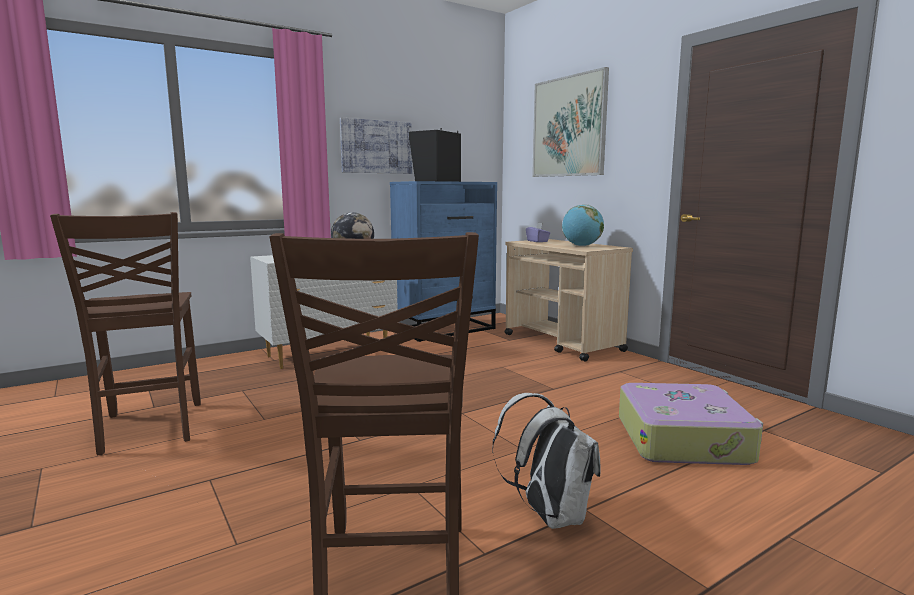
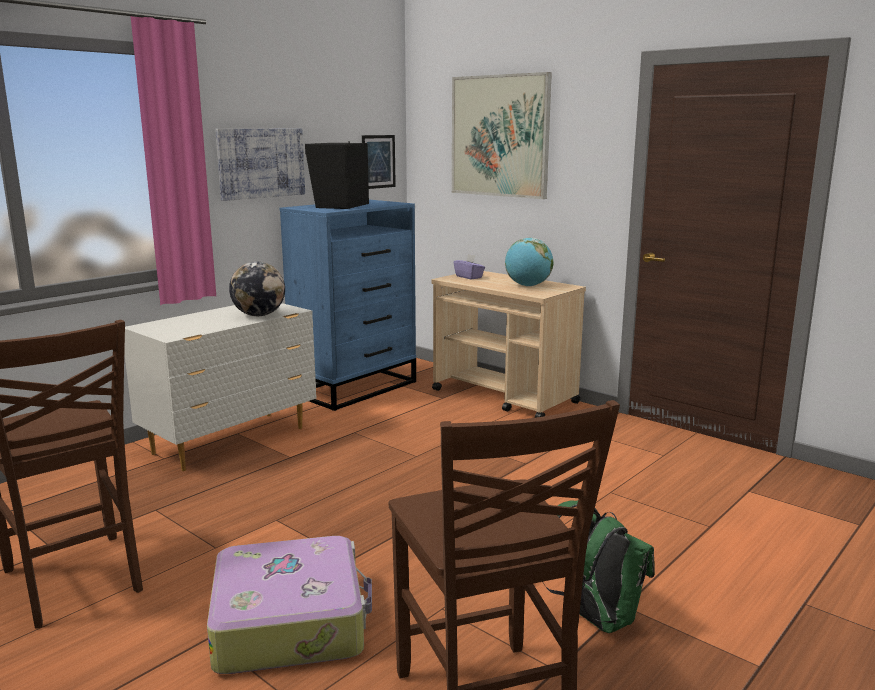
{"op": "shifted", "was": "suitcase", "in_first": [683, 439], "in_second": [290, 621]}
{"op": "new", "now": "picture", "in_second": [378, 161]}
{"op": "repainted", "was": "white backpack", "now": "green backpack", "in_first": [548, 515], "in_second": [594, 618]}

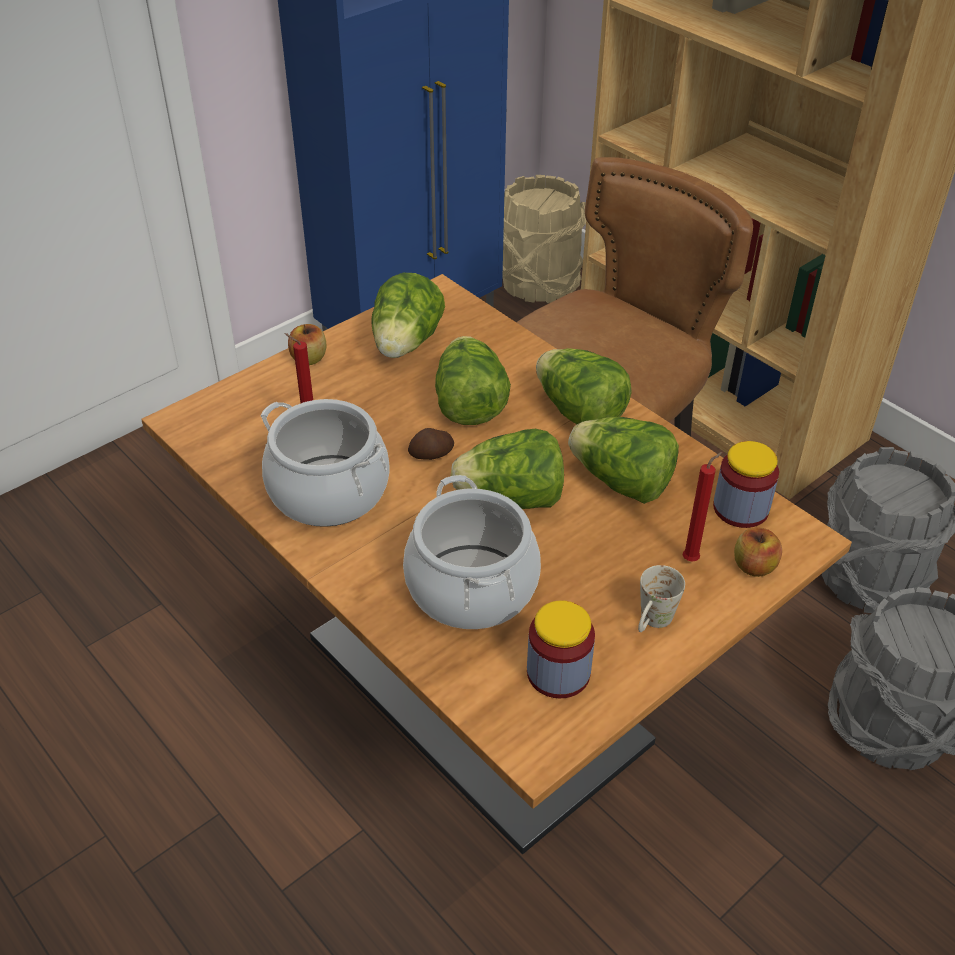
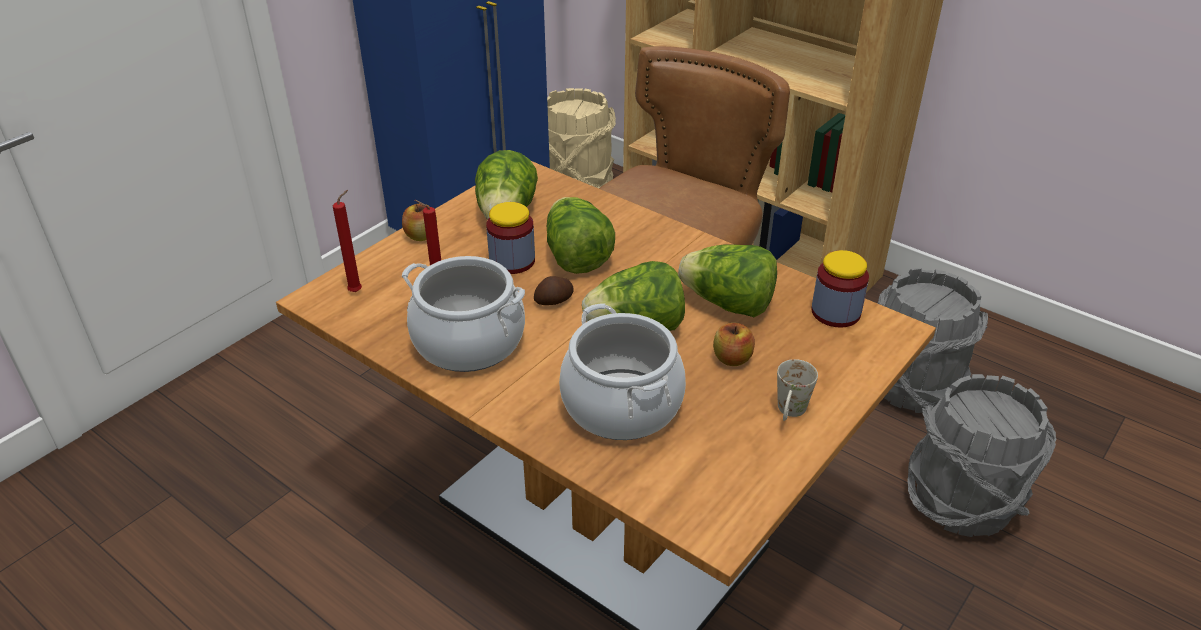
{"op": "shifted", "was": "red candle", "in_first": [692, 559], "in_second": [357, 291]}
{"op": "shifted", "was": "jar", "in_first": [558, 673], "in_second": [512, 261]}
{"op": "shifted", "was": "apple", "in_first": [754, 566], "in_second": [732, 359]}
{"op": "gone", "was": "lettuce", "in_first": [579, 413]}

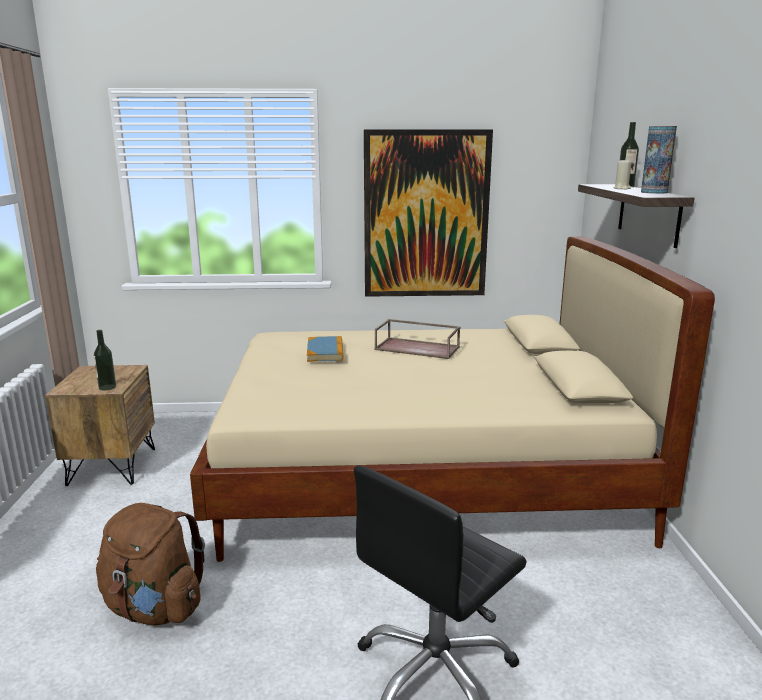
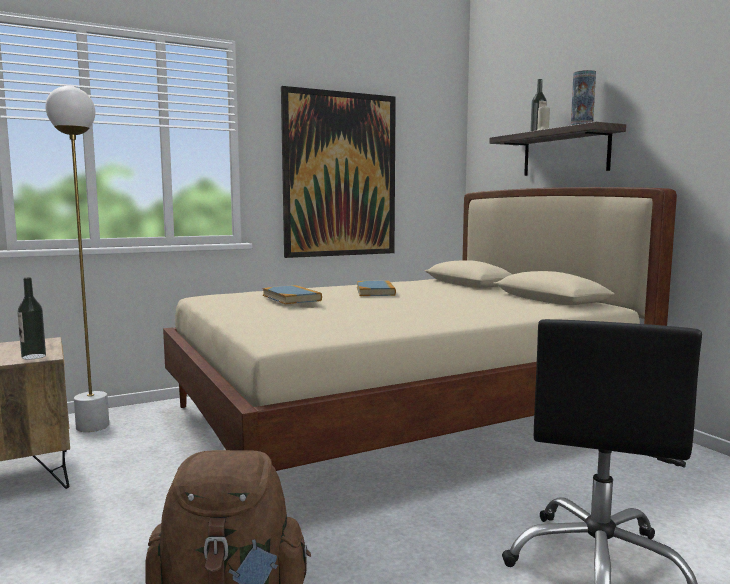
{"op": "new", "now": "white floor lamp", "in_second": [93, 426]}
{"op": "swapped", "was": "brown tray", "now": "book", "in_first": [418, 348], "in_second": [375, 291]}

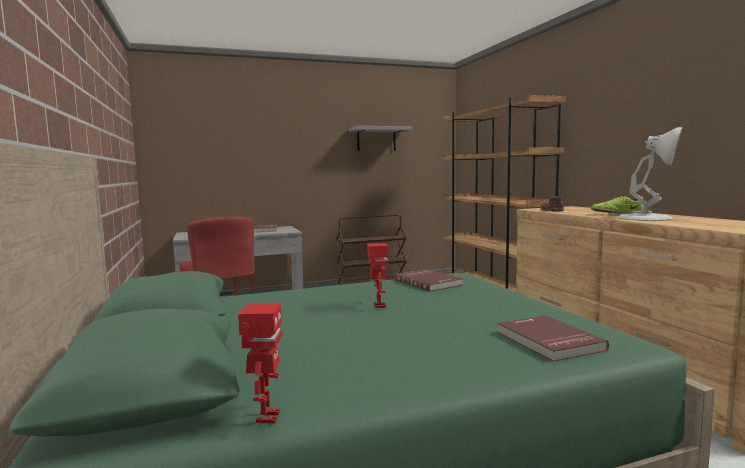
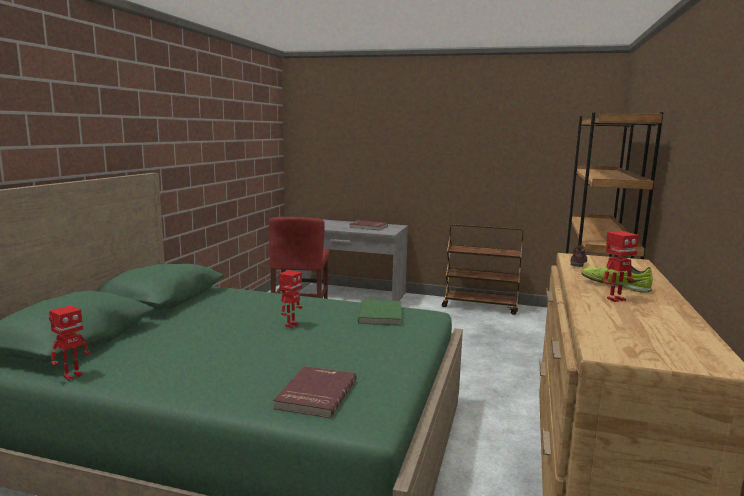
{"op": "repainted", "was": "red book", "now": "green book", "in_first": [429, 282], "in_second": [381, 315]}
{"op": "swapped", "was": "white table lamp", "now": "toy robot", "in_first": [646, 218], "in_second": [615, 299]}
{"op": "gone", "was": "grey shelf", "in_first": [376, 139]}

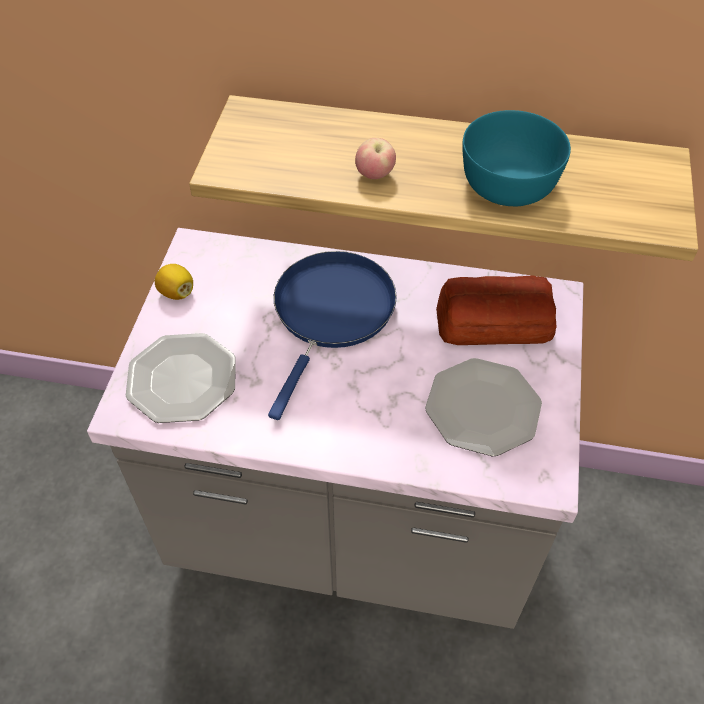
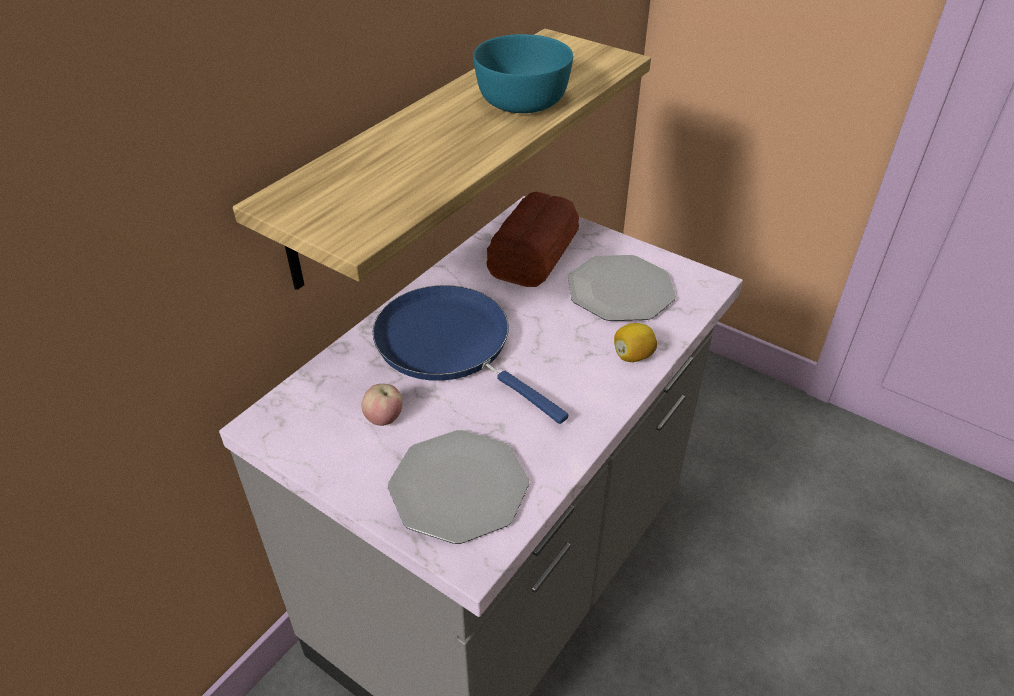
{"op": "shifted", "was": "apple", "in_first": [374, 175], "in_second": [384, 419]}
{"op": "shifted", "was": "lemon", "in_first": [176, 292], "in_second": [633, 356]}

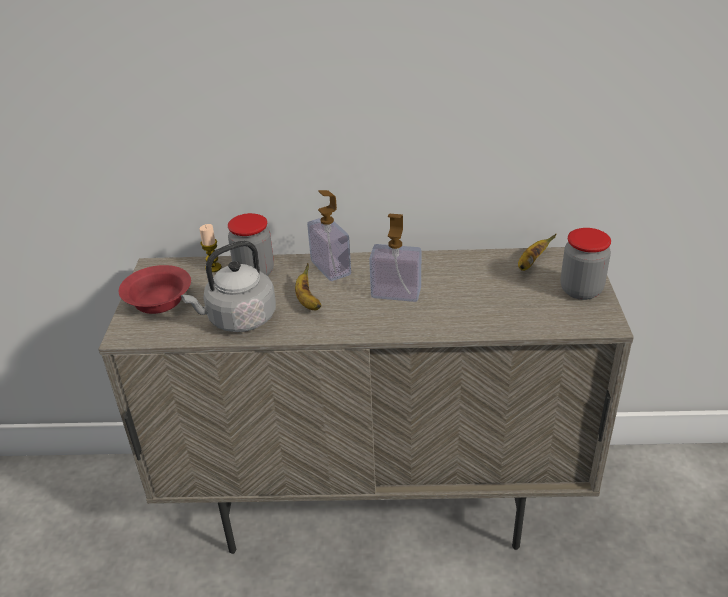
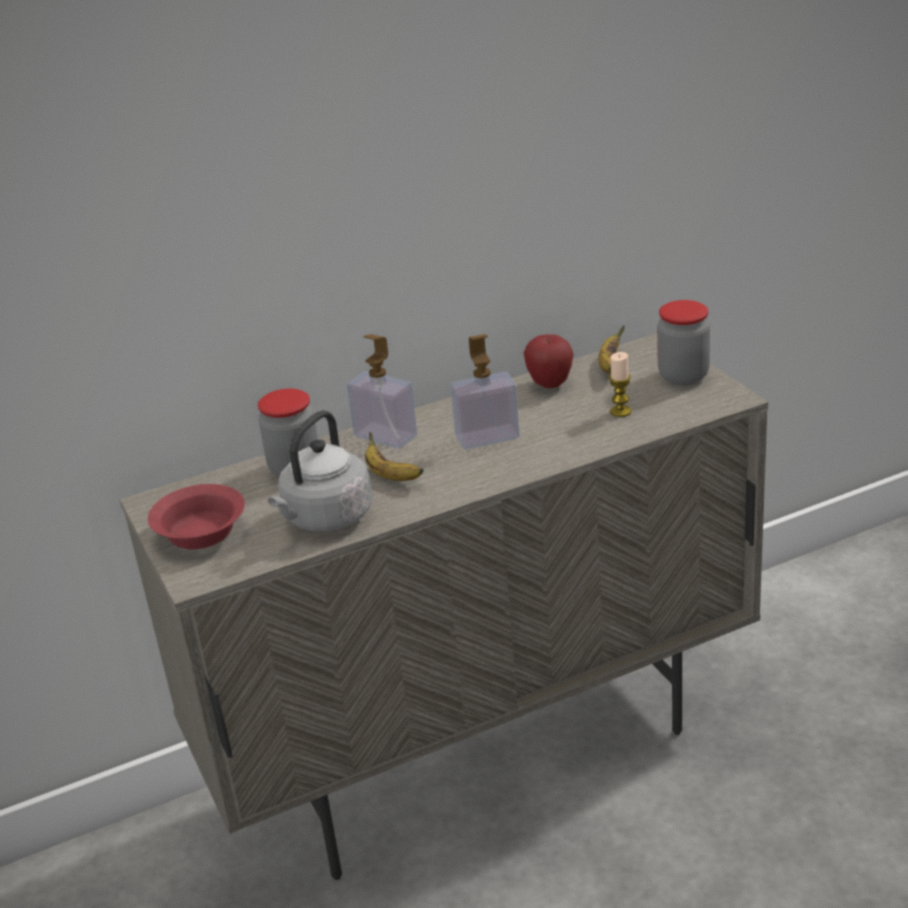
{"op": "new", "now": "apple", "in_second": [550, 384]}
{"op": "shifted", "was": "candle", "in_first": [213, 267], "in_second": [620, 411]}

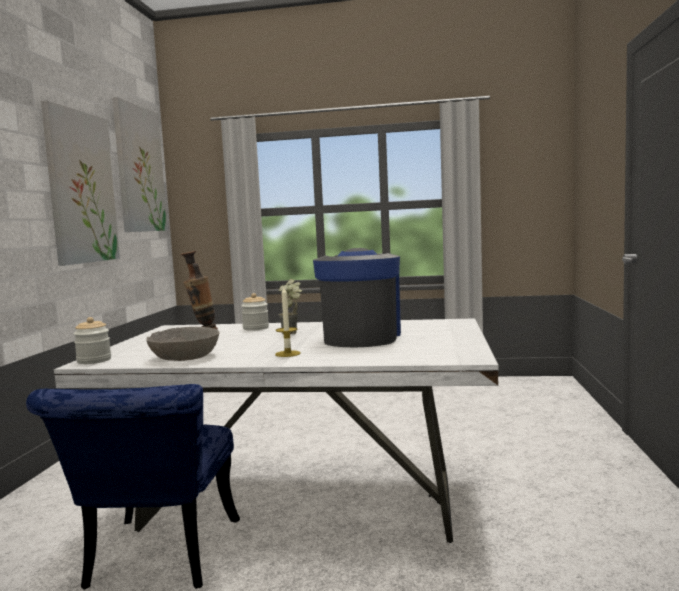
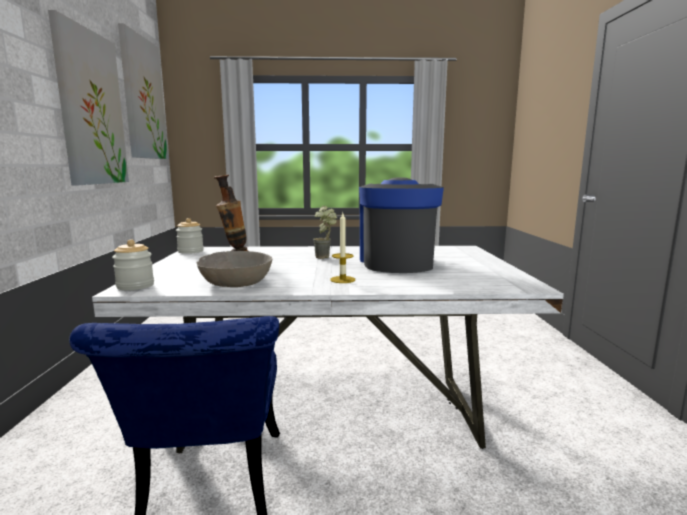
{"op": "shifted", "was": "jar", "in_first": [256, 328], "in_second": [190, 251]}

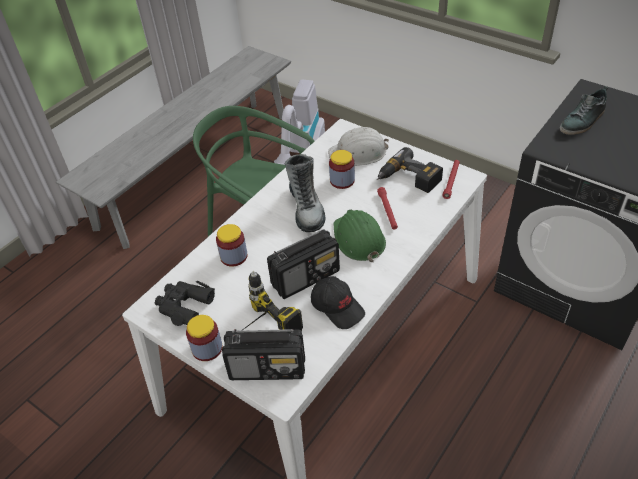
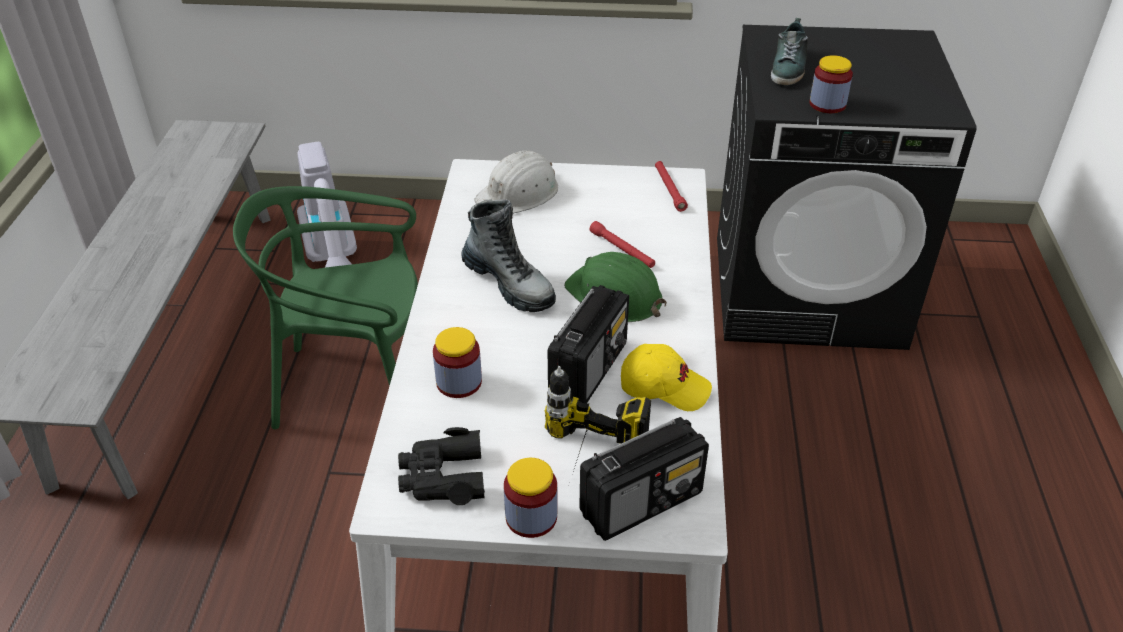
{"op": "repainted", "was": "black cap", "now": "yellow cap", "in_first": [338, 307], "in_second": [664, 387]}
{"op": "shifted", "was": "jar", "in_first": [342, 180], "in_second": [827, 104]}
{"op": "gone", "was": "power drill", "in_first": [408, 180]}

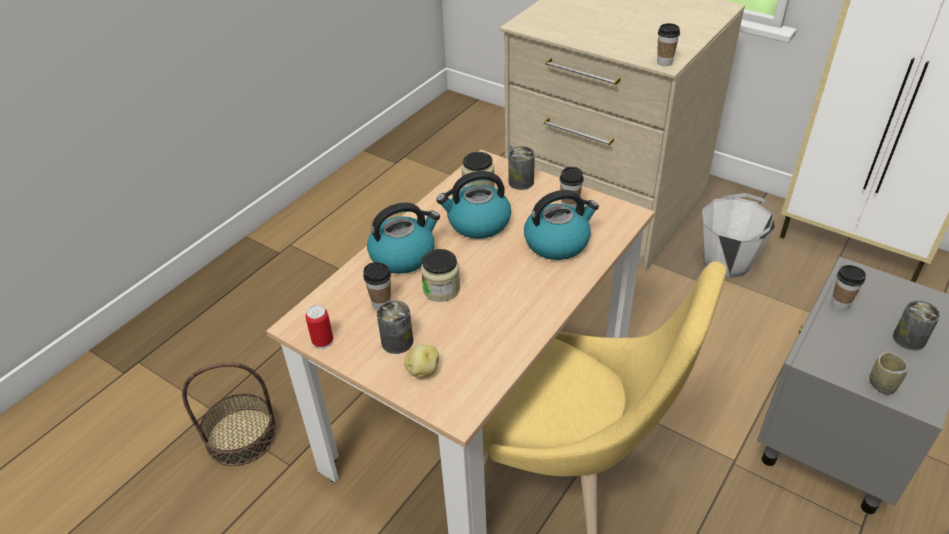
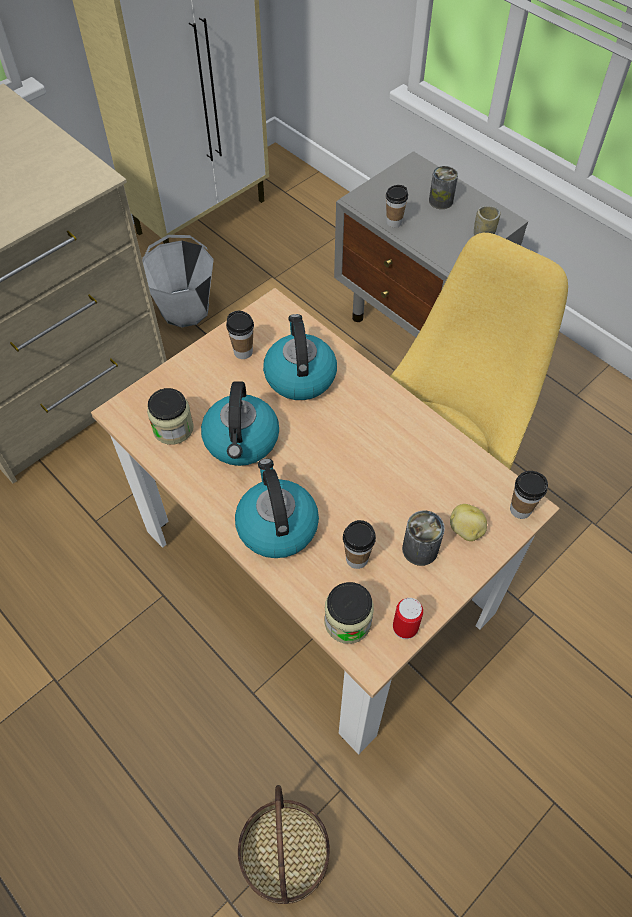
{"op": "shifted", "was": "jar", "in_first": [441, 289], "in_second": [347, 621]}
{"op": "shifted", "was": "cup", "in_first": [664, 62], "in_second": [520, 509]}
{"op": "gone", "was": "can", "in_first": [521, 182]}

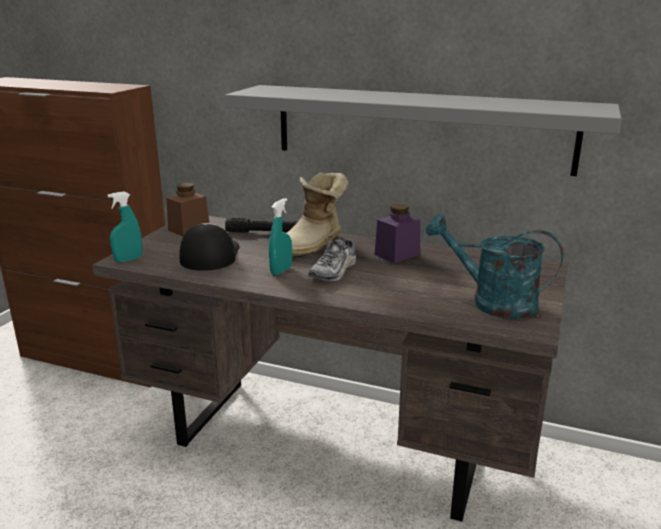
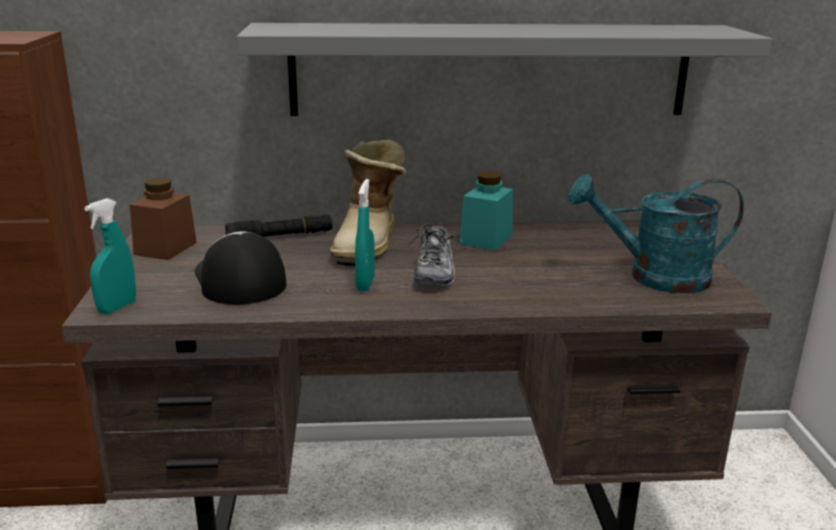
{"op": "repainted", "was": "purple jar", "now": "turquoise jar", "in_first": [397, 254], "in_second": [486, 239]}

